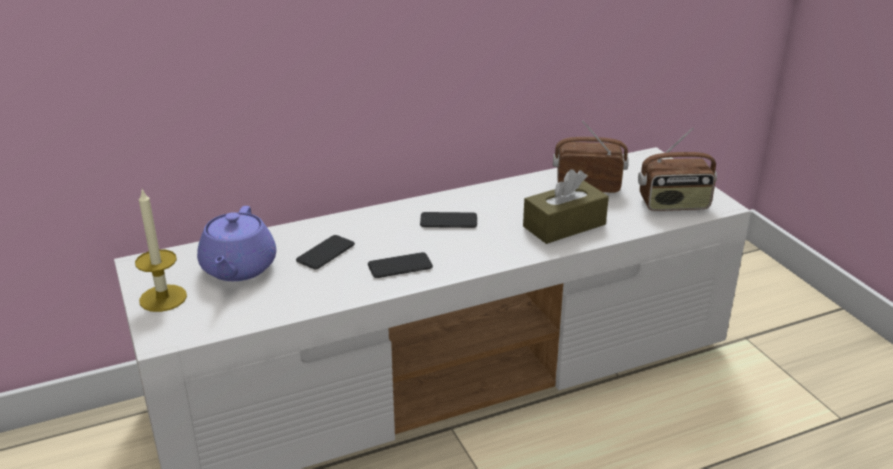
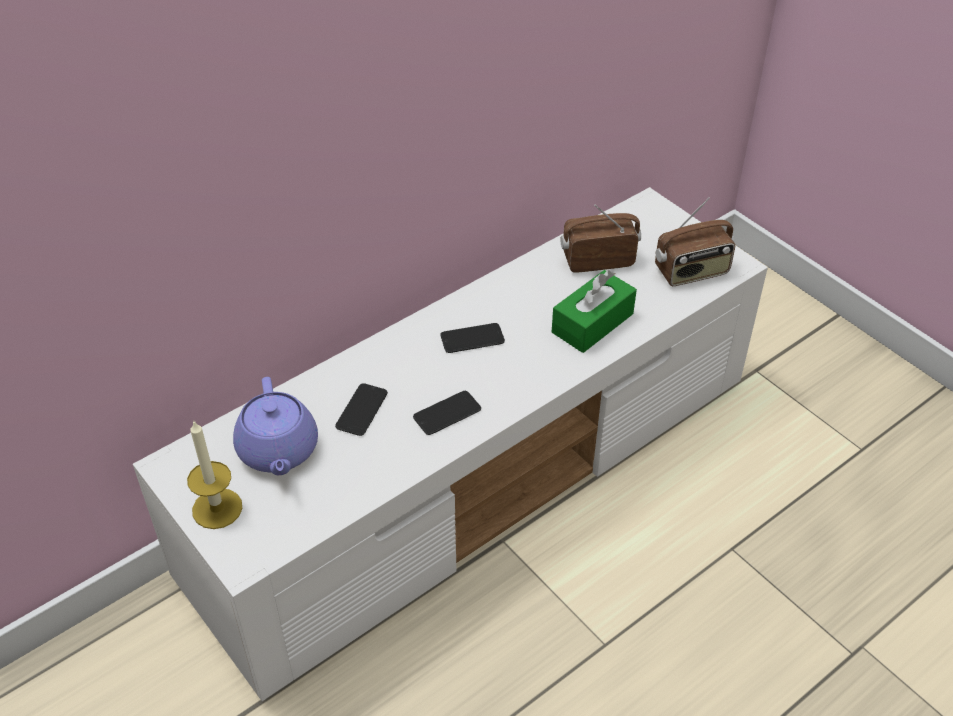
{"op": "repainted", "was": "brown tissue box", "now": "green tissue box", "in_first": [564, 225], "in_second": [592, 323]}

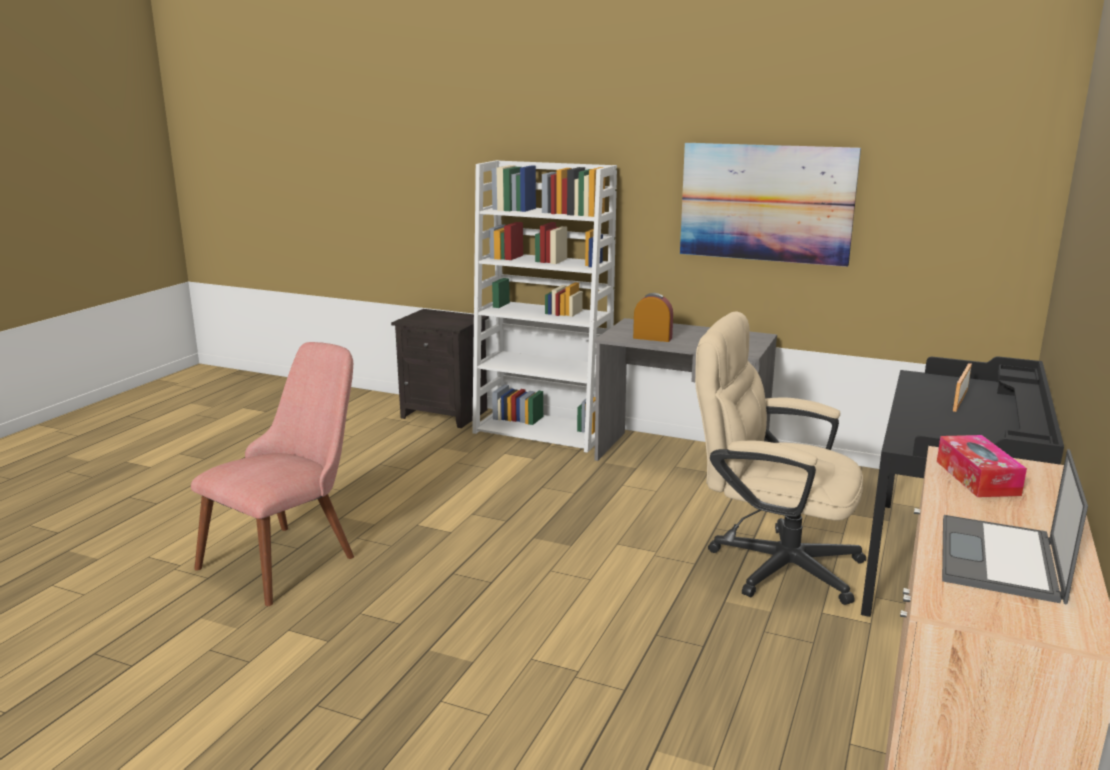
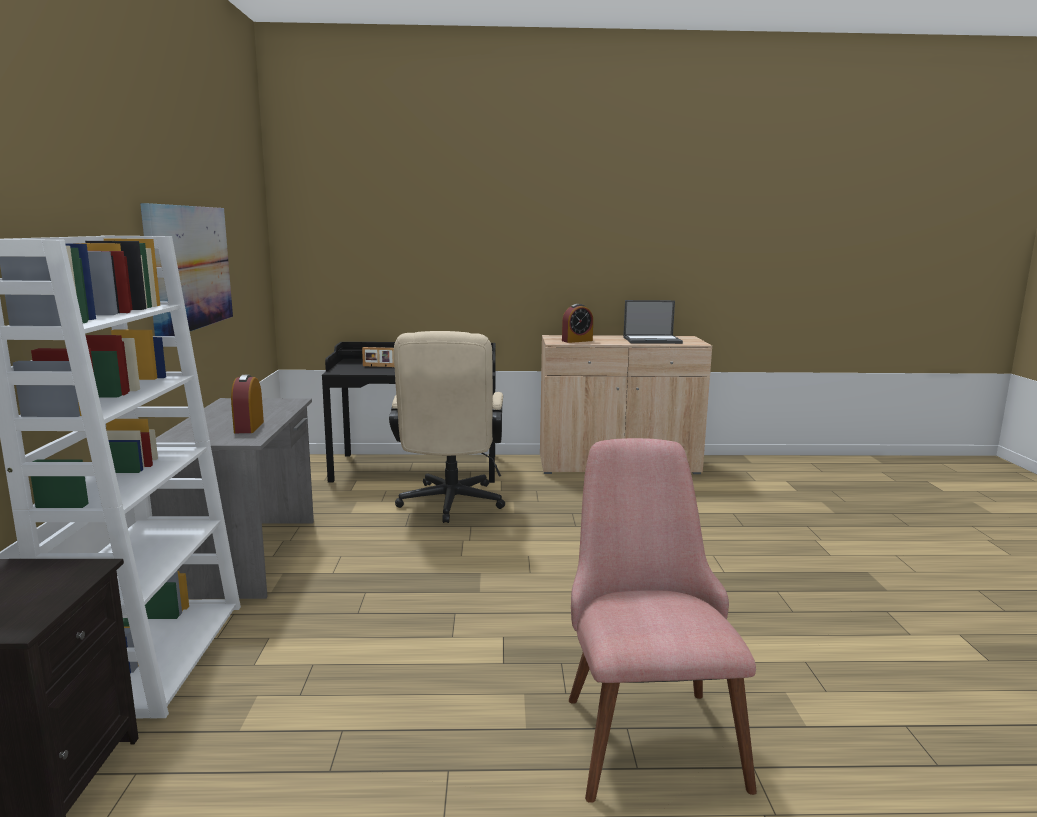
{"op": "swapped", "was": "tissue box", "now": "alarm clock", "in_first": [977, 478], "in_second": [577, 341]}
{"op": "rotated", "was": "pink chair", "in_first": [291, 555], "in_second": [644, 724], "clockwise": 75}

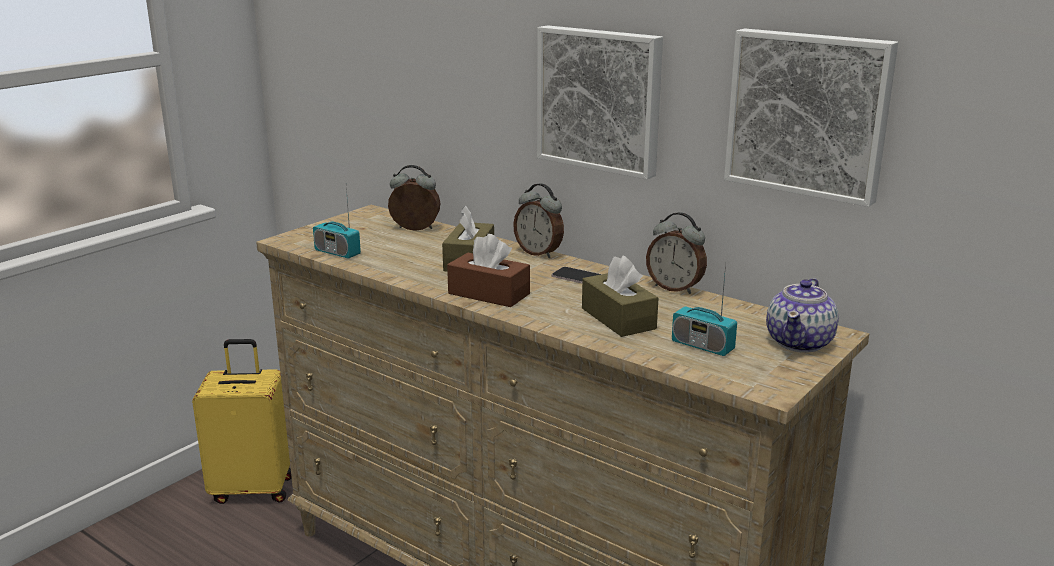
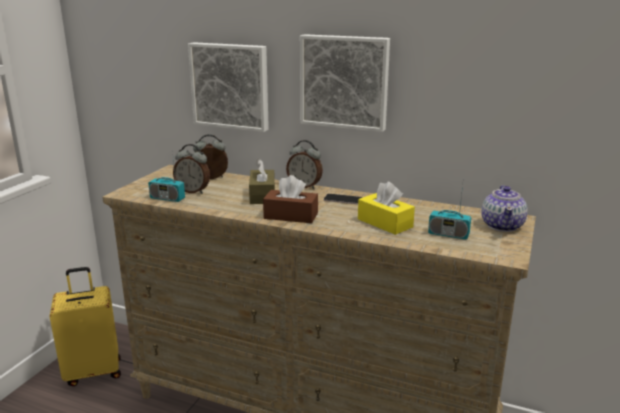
{"op": "shifted", "was": "alarm clock", "in_first": [675, 288], "in_second": [193, 191]}
{"op": "shifted", "was": "picture", "in_first": [809, 114], "in_second": [231, 86]}
{"op": "repainted", "was": "brown tissue box", "now": "yellow tissue box", "in_first": [618, 318], "in_second": [385, 223]}

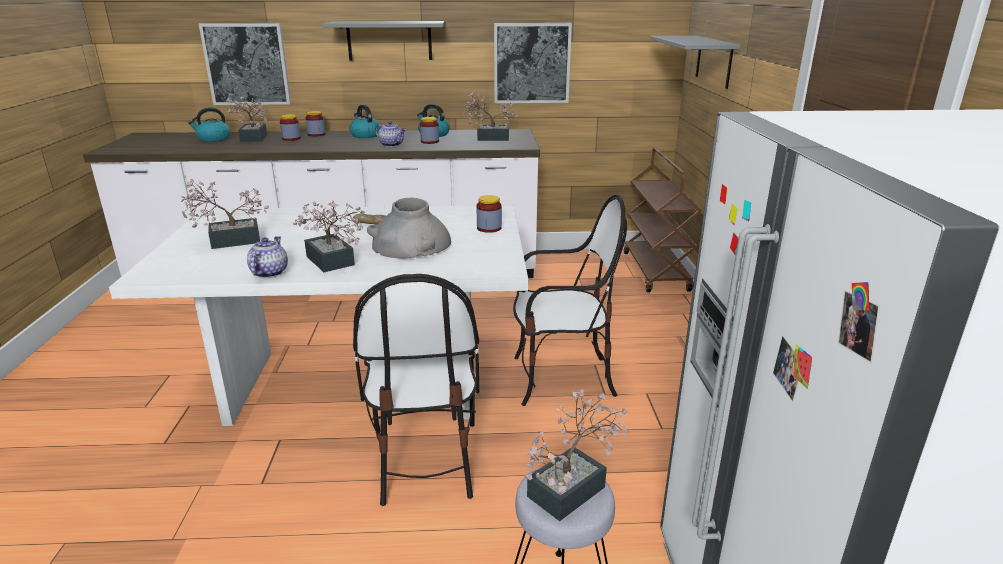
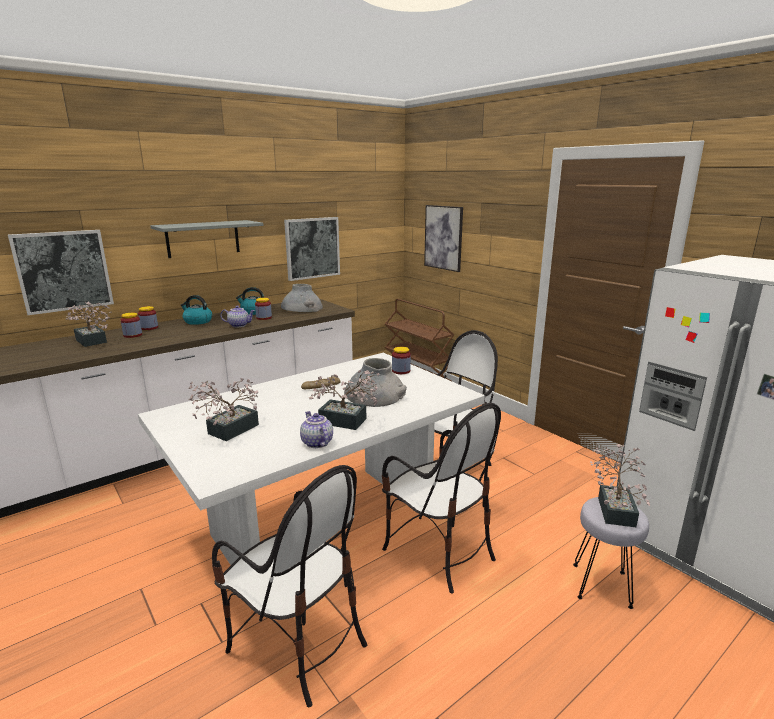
{"op": "new", "now": "chair", "in_second": [297, 644]}
{"op": "swapped", "was": "potted plant", "now": "grey vase", "in_first": [488, 138], "in_second": [302, 308]}
{"op": "swapped", "was": "grey shelf", "now": "picture", "in_first": [714, 61], "in_second": [443, 237]}
{"op": "gone", "was": "kettle", "in_first": [213, 139]}

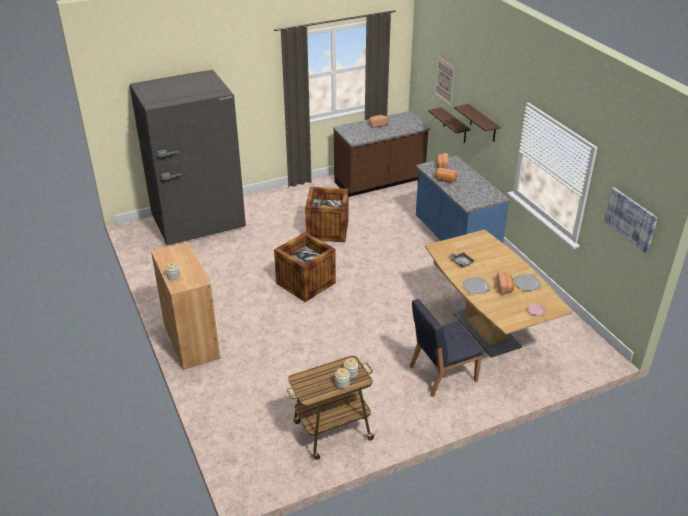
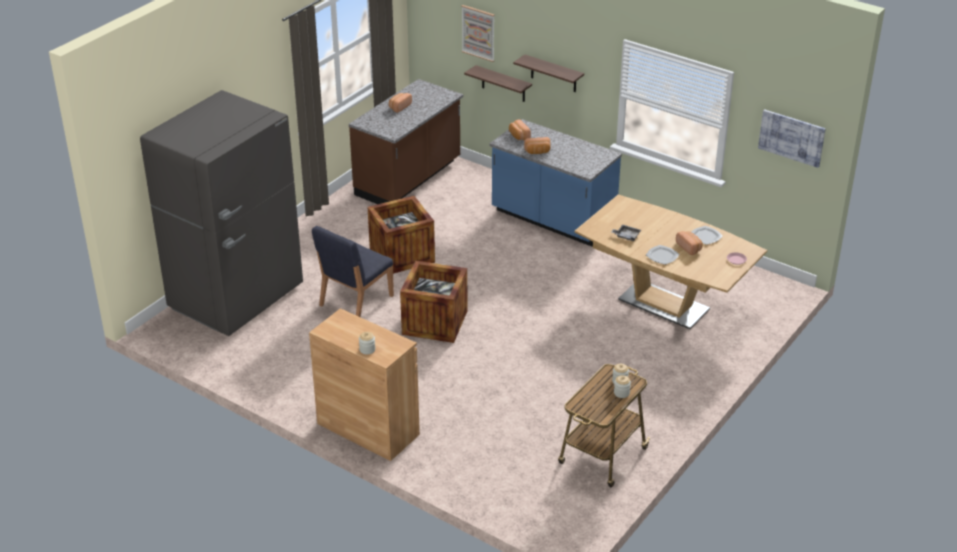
{"op": "shifted", "was": "blue chair", "in_first": [442, 374], "in_second": [355, 301]}

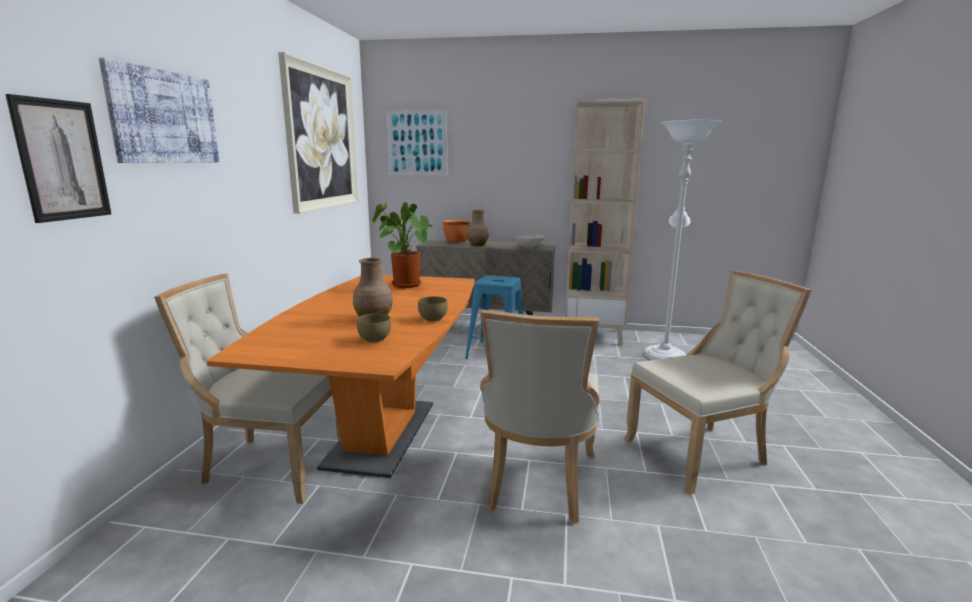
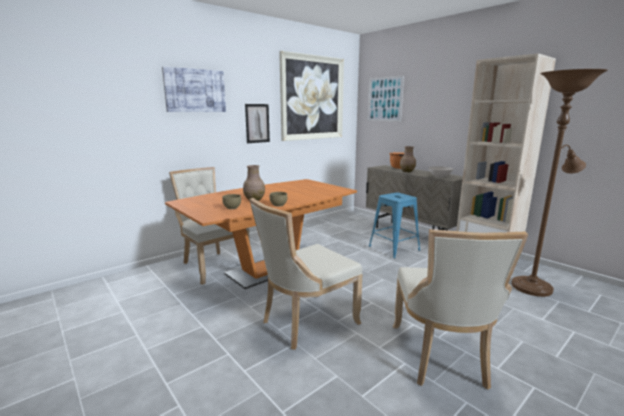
{"op": "shifted", "was": "picture", "in_first": [62, 160], "in_second": [257, 123]}
{"op": "rotated", "was": "beige chair", "in_first": [701, 453], "in_second": [441, 357], "clockwise": 75}
{"op": "repainted", "was": "white floor lamp", "now": "brown floor lamp", "in_first": [664, 354], "in_second": [534, 286]}
{"op": "gone", "was": "potted plant", "in_first": [403, 284]}

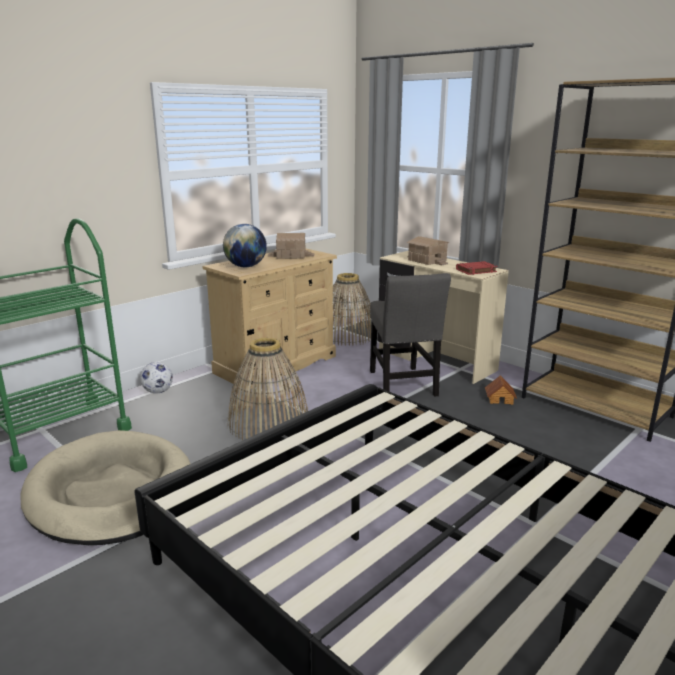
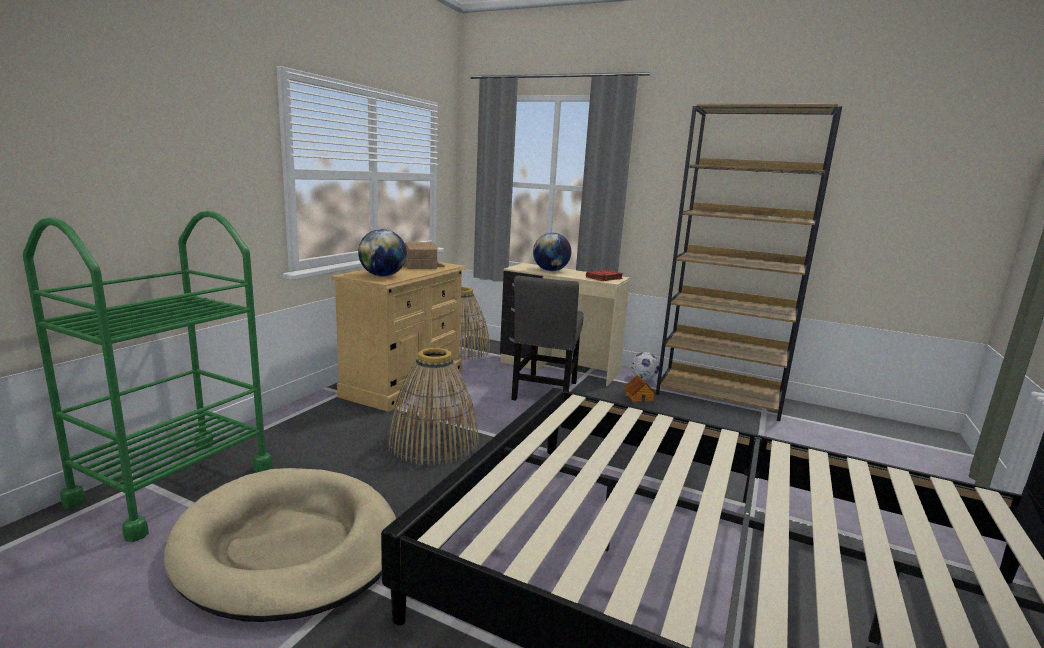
{"op": "rotated", "was": "grey chair", "in_first": [403, 385], "in_second": [545, 393], "clockwise": 45}
{"op": "swapped", "was": "toy house", "now": "globe", "in_first": [426, 260], "in_second": [550, 270]}
{"op": "shifted", "was": "football", "in_first": [158, 391], "in_second": [643, 378]}

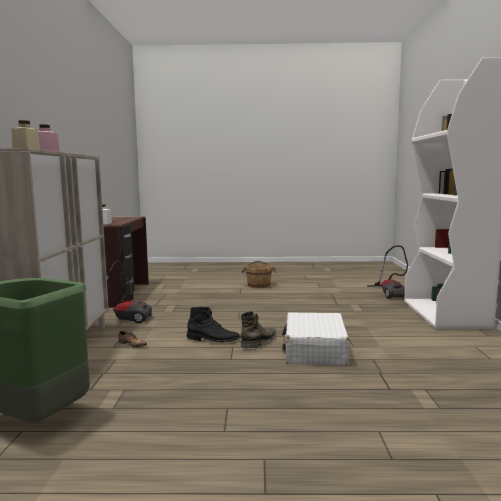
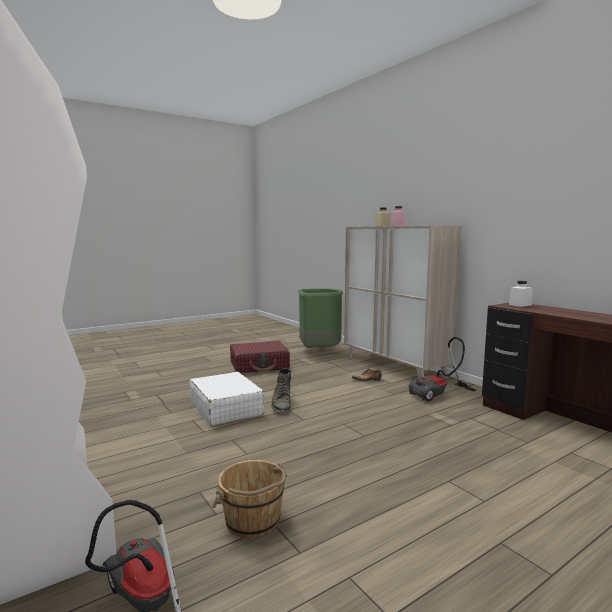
{"op": "shifted", "was": "brown bucket", "in_first": [258, 285], "in_second": [253, 521]}
{"op": "new", "now": "red suitcase", "in_second": [259, 365]}
{"op": "gone", "was": "black boot", "in_first": [213, 340]}

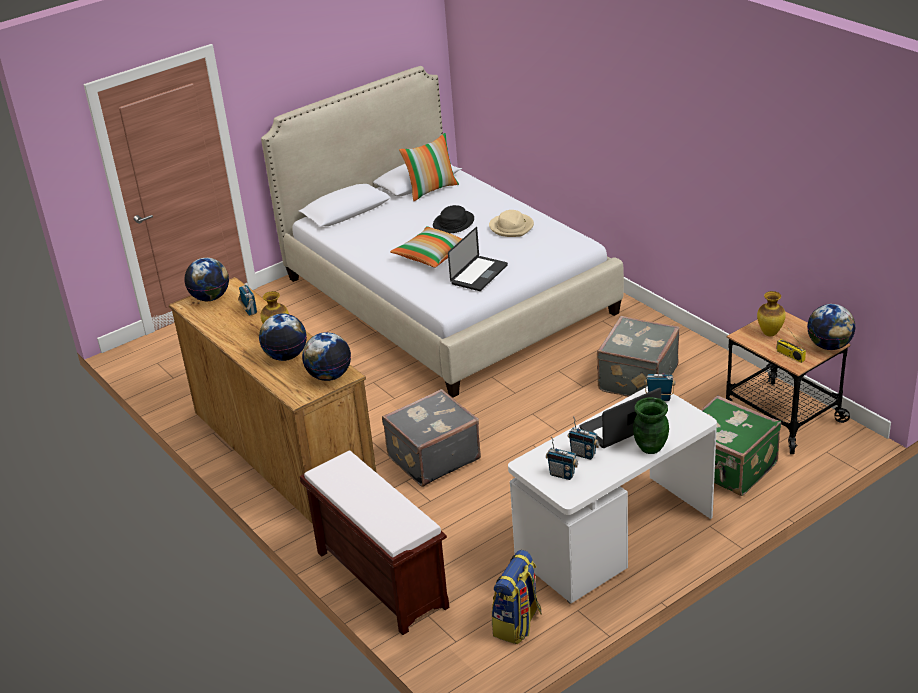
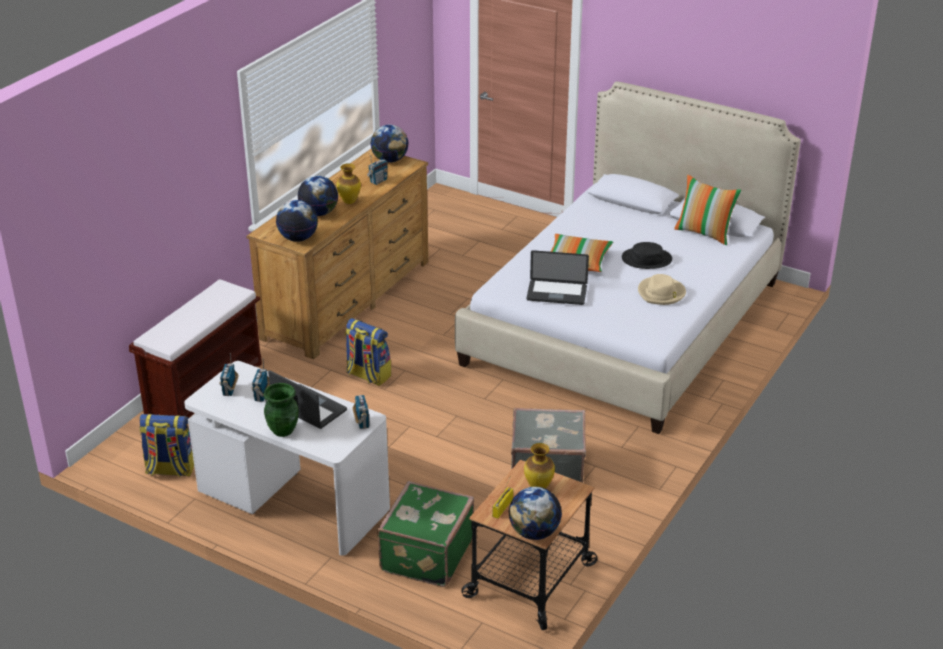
{"op": "swapped", "was": "grey suitcase", "now": "backpack", "in_first": [432, 457], "in_second": [367, 375]}

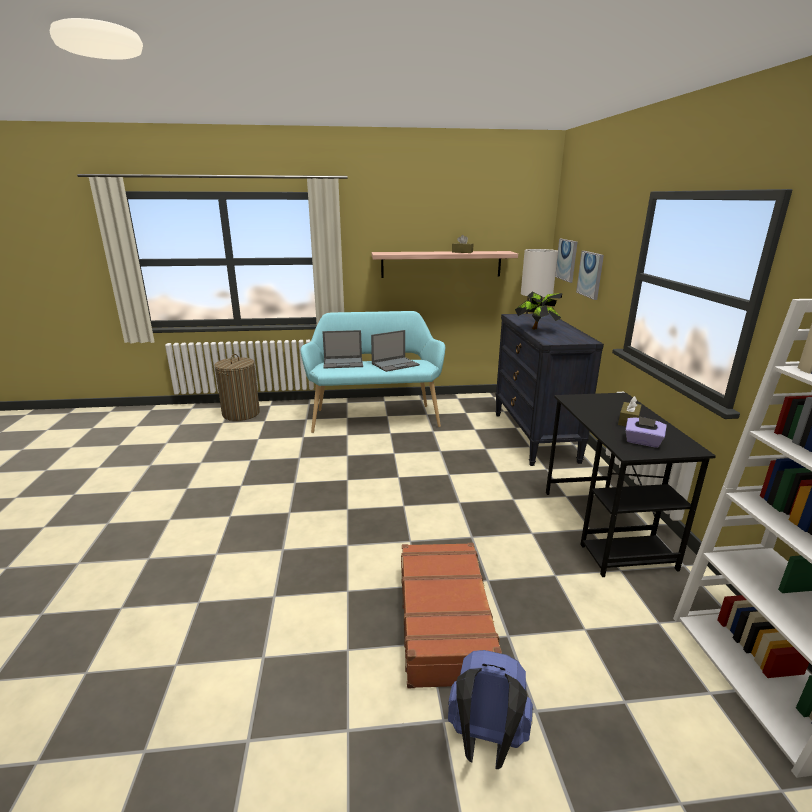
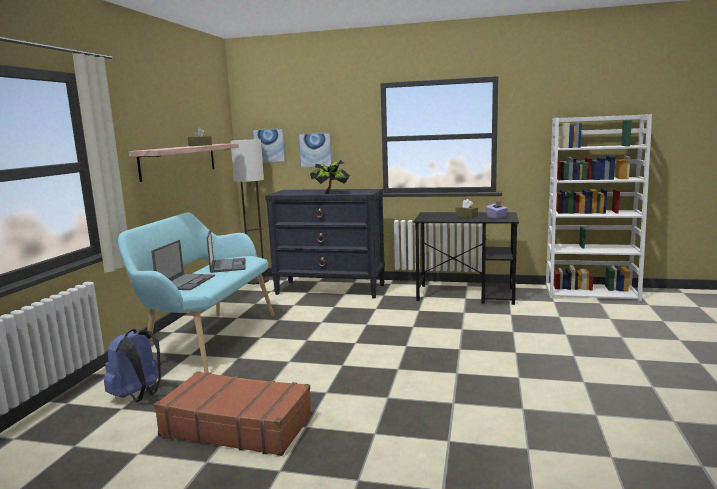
{"op": "shifted", "was": "blue backpack", "in_first": [486, 742], "in_second": [138, 396]}
{"op": "shifted", "was": "brown suitcase", "in_first": [445, 621], "in_second": [237, 425]}
{"op": "gone", "was": "laundry basket", "in_first": [241, 413]}

